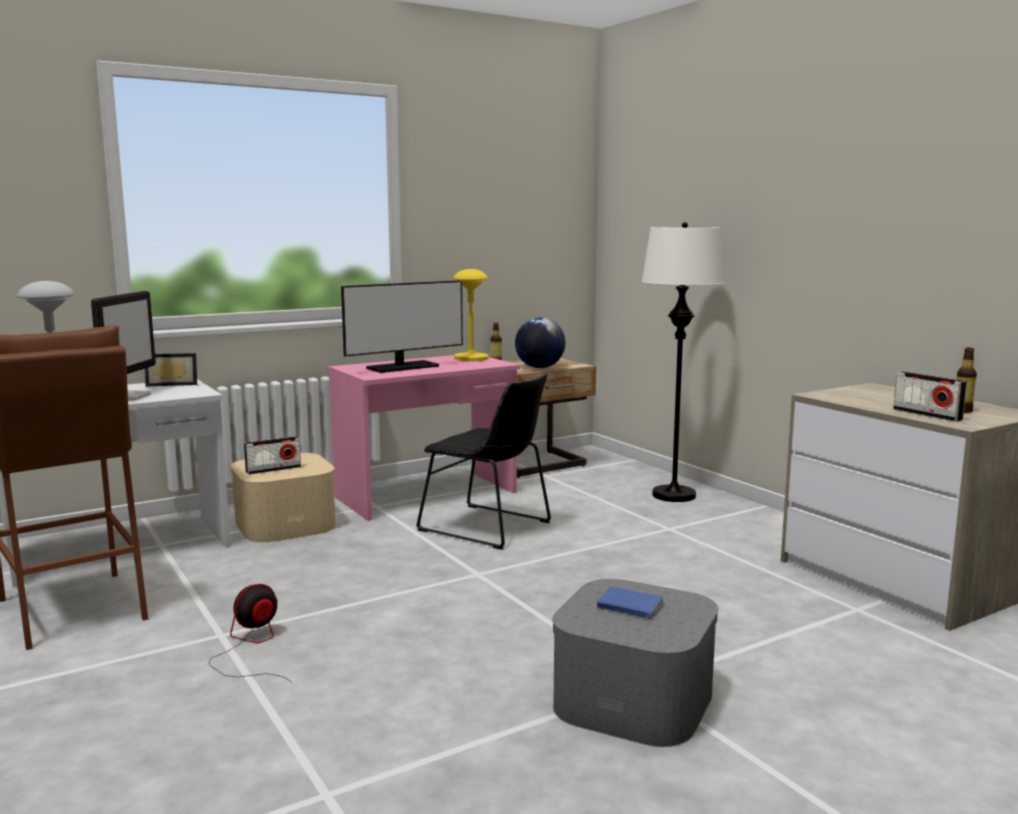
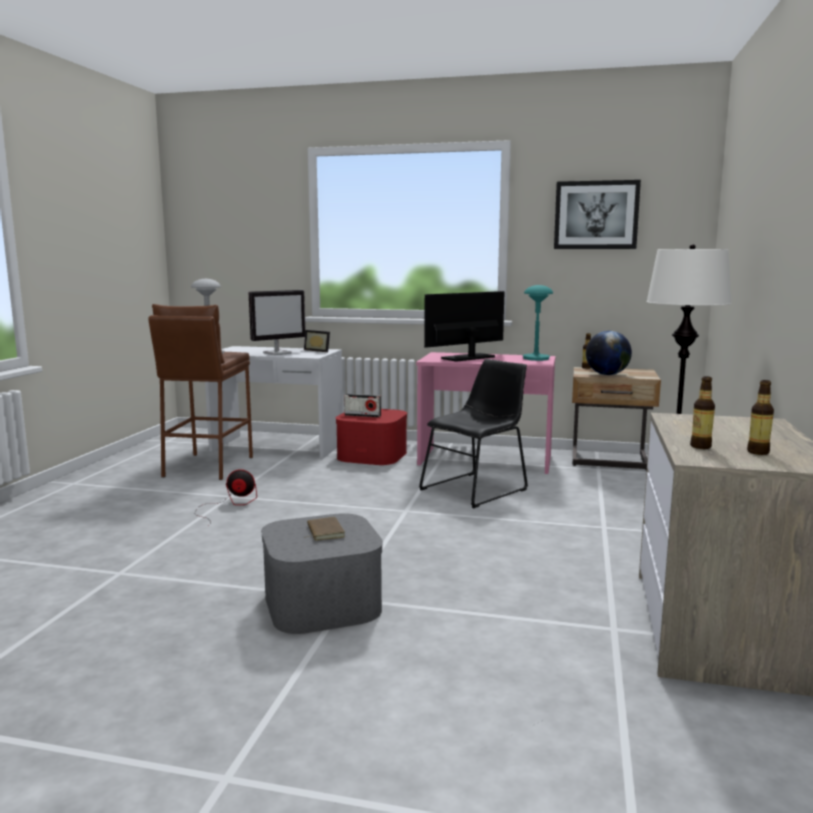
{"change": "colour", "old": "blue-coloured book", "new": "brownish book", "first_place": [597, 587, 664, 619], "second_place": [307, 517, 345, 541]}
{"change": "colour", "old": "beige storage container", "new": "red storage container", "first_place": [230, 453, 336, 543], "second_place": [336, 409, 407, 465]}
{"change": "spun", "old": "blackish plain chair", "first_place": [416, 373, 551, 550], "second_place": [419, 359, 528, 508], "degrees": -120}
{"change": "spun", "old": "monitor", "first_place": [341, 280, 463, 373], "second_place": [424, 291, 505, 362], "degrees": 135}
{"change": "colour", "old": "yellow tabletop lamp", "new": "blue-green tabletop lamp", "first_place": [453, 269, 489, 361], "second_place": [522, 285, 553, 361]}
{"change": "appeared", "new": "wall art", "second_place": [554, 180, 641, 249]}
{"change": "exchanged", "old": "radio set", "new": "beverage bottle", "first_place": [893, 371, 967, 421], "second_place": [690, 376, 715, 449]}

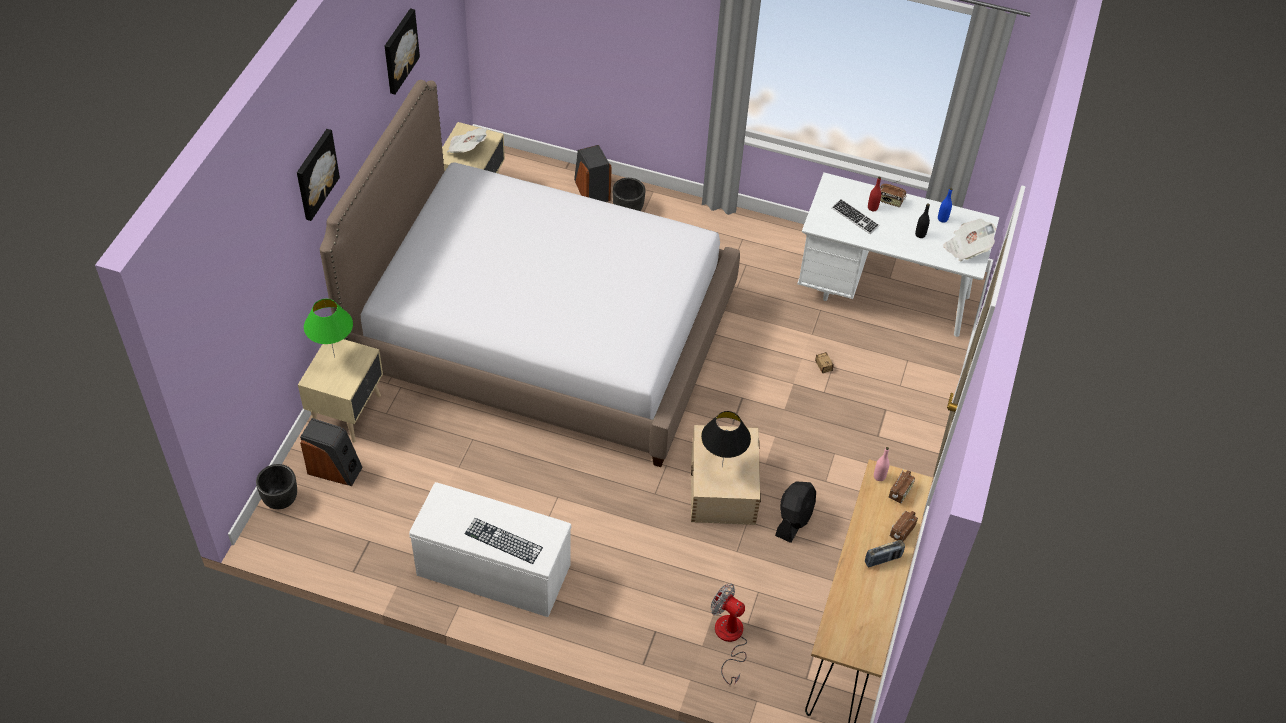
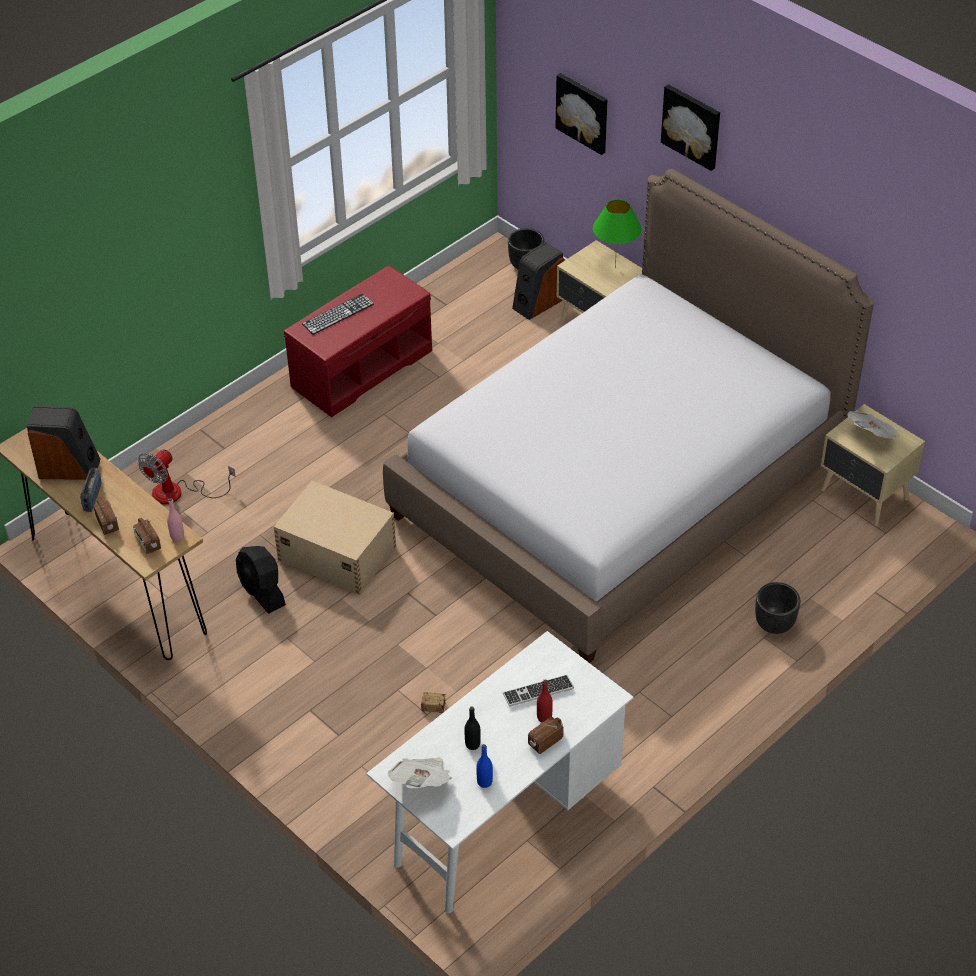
{"change": "relocated", "old": "speaker", "first_place": [574, 145, 612, 202], "second_place": [27, 406, 100, 480]}
{"change": "spun", "old": "fan", "first_place": [710, 583, 747, 685], "second_place": [138, 449, 236, 505], "degrees": 150}
{"change": "colour", "old": "whitish long seat", "new": "red long seat", "first_place": [409, 482, 571, 617], "second_place": [284, 265, 432, 417]}
{"change": "relocated", "old": "wall art", "first_place": [385, 8, 420, 95], "second_place": [555, 73, 607, 155]}
{"change": "missing", "old": "blackish tabletop lamp", "first_place": [701, 411, 751, 467]}

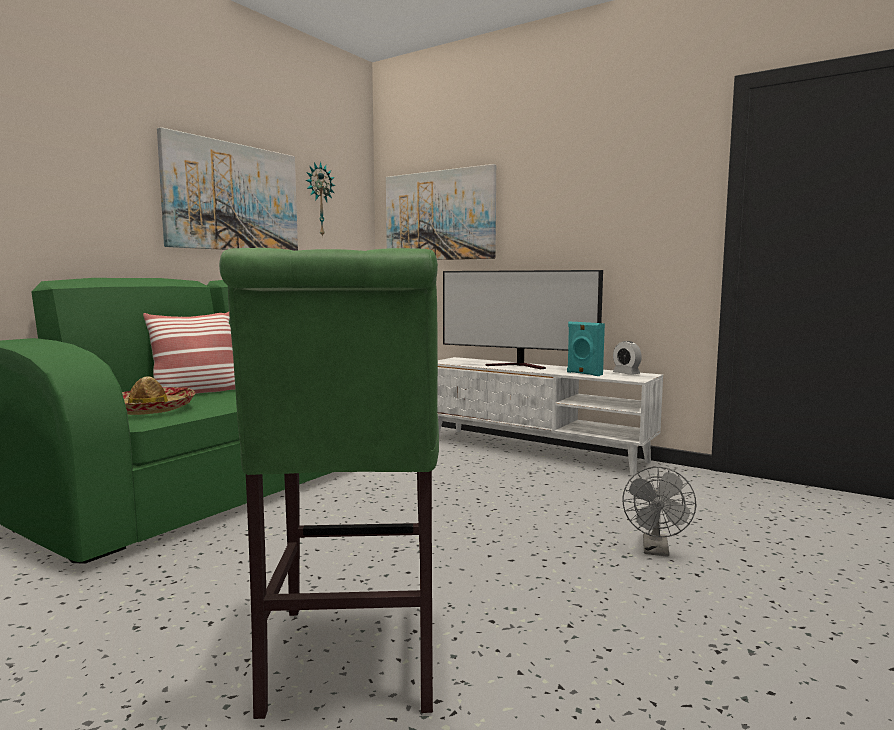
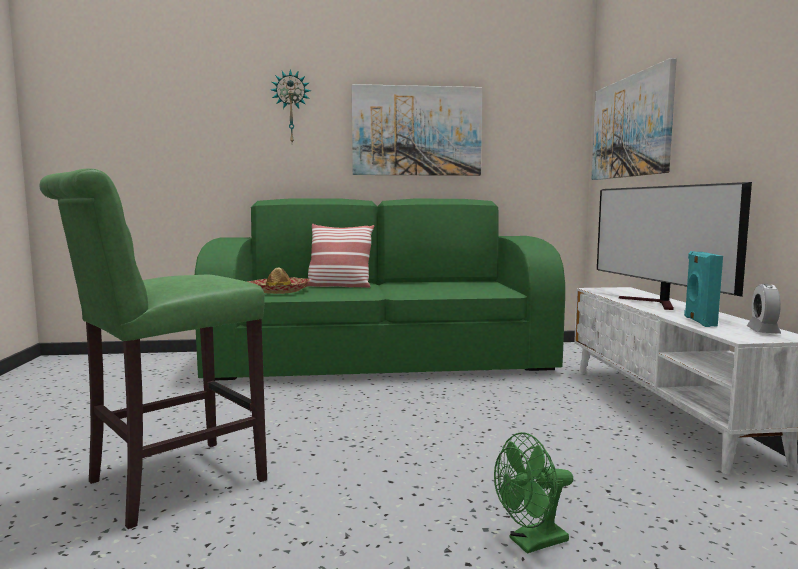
{"change": "relocated", "old": "clock on the wall", "first_place": [306, 162, 335, 237], "second_place": [271, 69, 311, 142]}
{"change": "colour", "old": "greyish fan", "new": "green fan", "first_place": [622, 467, 696, 557], "second_place": [494, 432, 573, 554]}

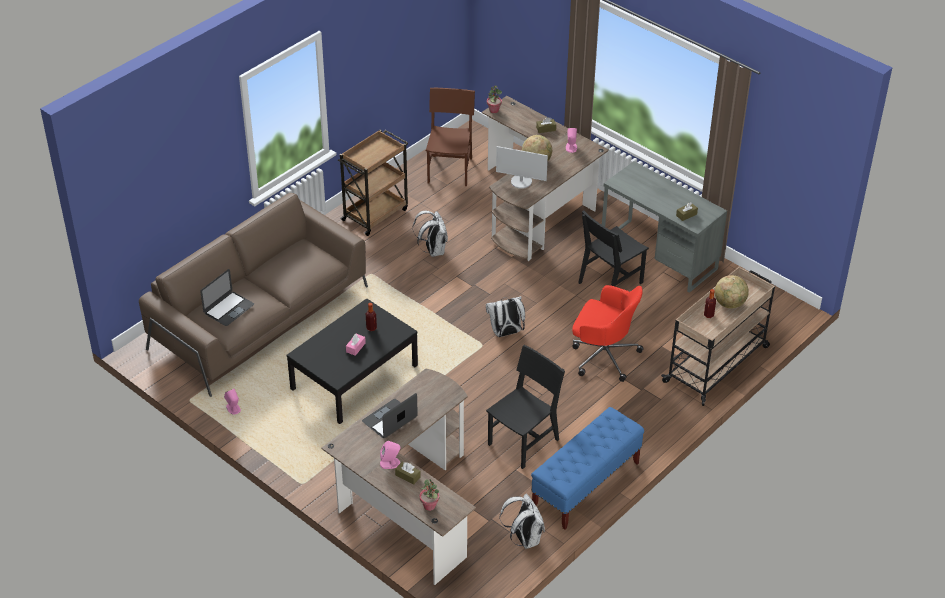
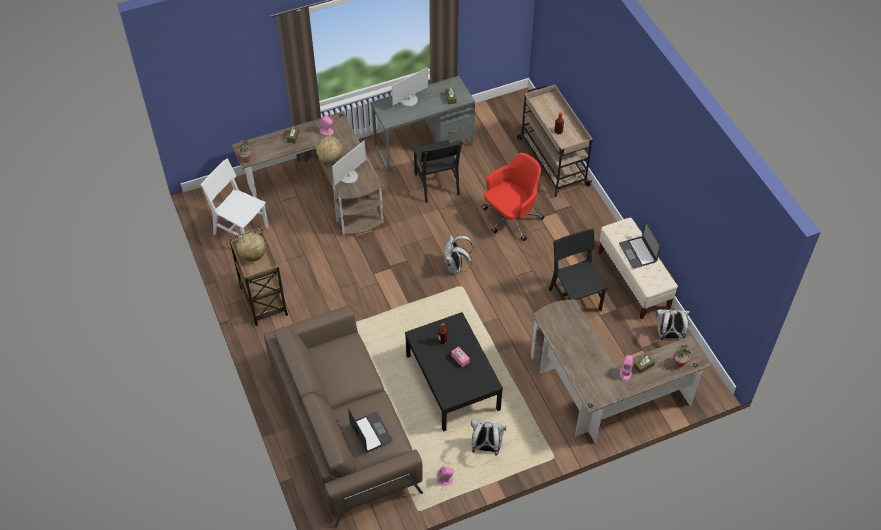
{"change": "colour", "old": "brownish plain chair", "new": "whitish plain chair", "first_place": [426, 88, 475, 186], "second_place": [201, 158, 269, 238]}
{"change": "relocated", "old": "globe", "first_place": [715, 275, 749, 309], "second_place": [237, 233, 266, 262]}
{"change": "appeared", "new": "monitor", "second_place": [392, 67, 428, 107]}
{"change": "relocated", "old": "whitish backpack", "first_place": [413, 211, 448, 257], "second_place": [471, 420, 506, 456]}
{"change": "colour", "old": "blue-coloured long seat", "new": "beige long seat", "first_place": [531, 407, 644, 530], "second_place": [598, 218, 678, 319]}
{"change": "relocated", "old": "portable computer", "first_place": [362, 393, 418, 438], "second_place": [619, 221, 661, 269]}

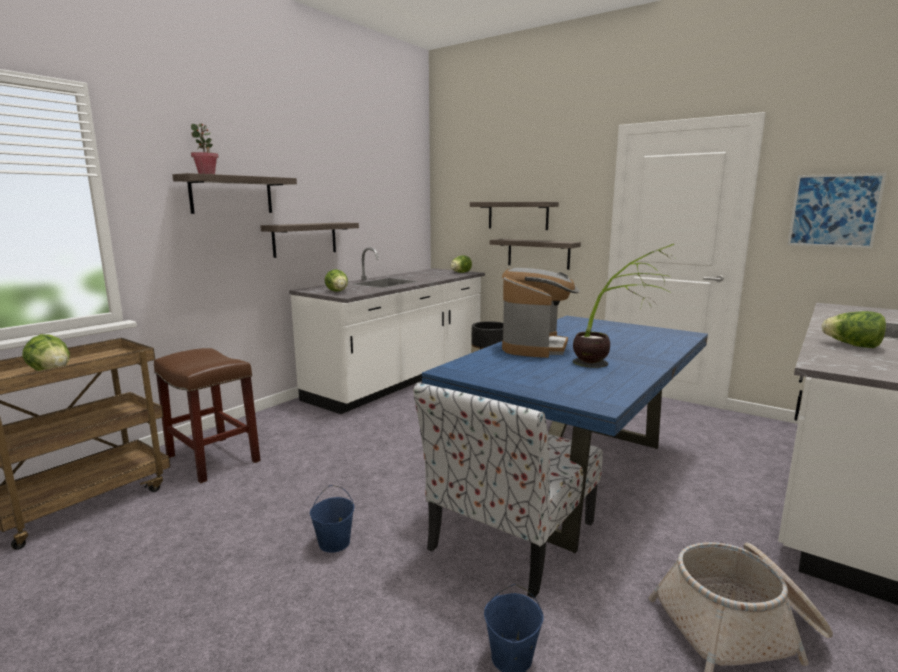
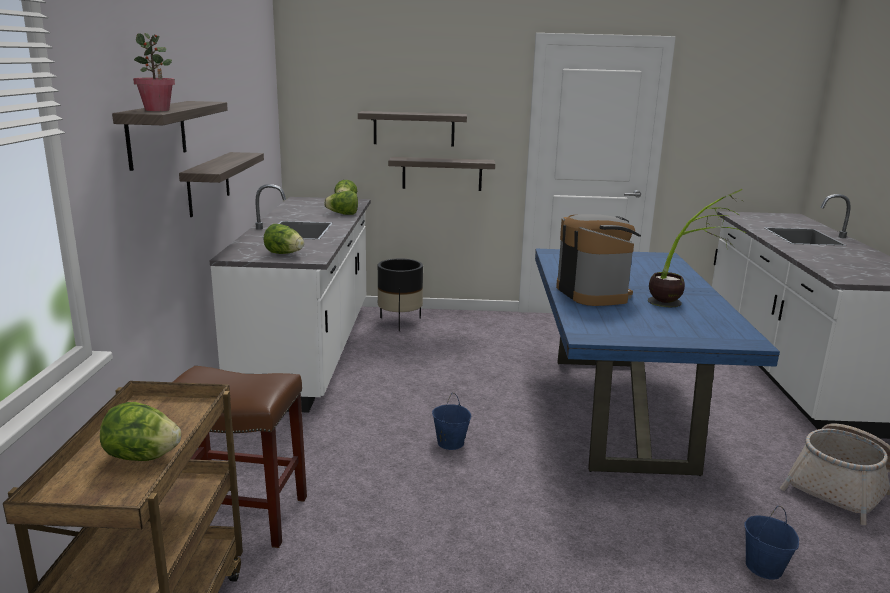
{"change": "relocated", "old": "lettuce head", "first_place": [822, 311, 886, 348], "second_place": [324, 191, 358, 215]}
{"change": "relocated", "old": "blue-coloured bucket", "first_place": [310, 485, 354, 553], "second_place": [432, 393, 471, 450]}
{"change": "missing", "old": "plain chair", "first_place": [413, 382, 603, 598]}
{"change": "missing", "old": "wall art", "first_place": [787, 173, 886, 248]}

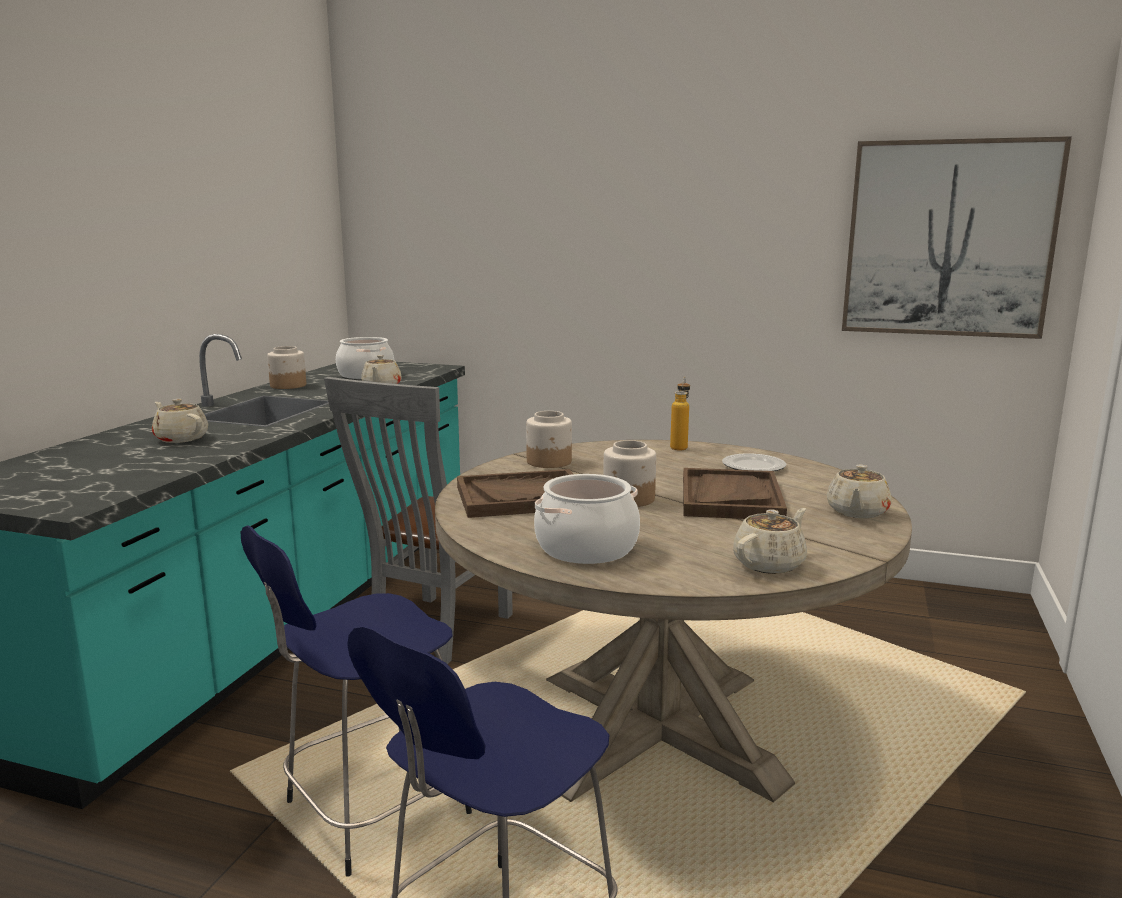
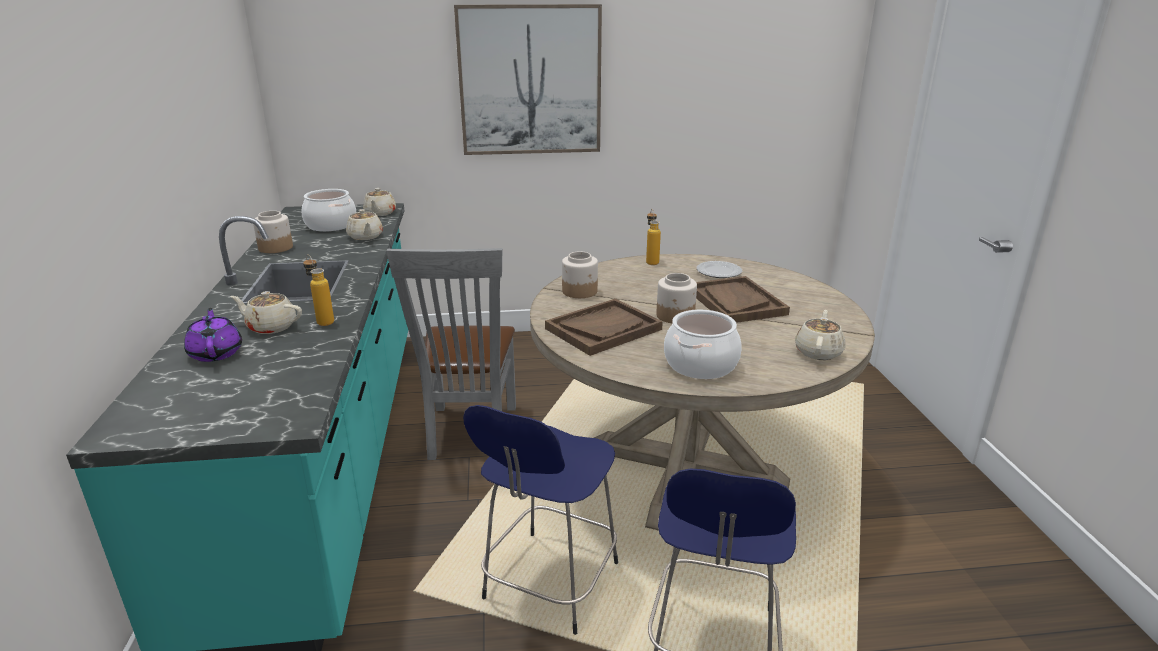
{"change": "appeared", "new": "purple pot for tea", "second_place": [184, 308, 242, 362]}
{"change": "appeared", "new": "beverage bottle", "second_place": [303, 254, 334, 326]}
{"change": "relocated", "old": "beige pot for tea", "first_place": [827, 465, 892, 518], "second_place": [363, 188, 396, 216]}
{"change": "relocated", "old": "wall art", "first_place": [842, 136, 1072, 339], "second_place": [454, 4, 602, 155]}

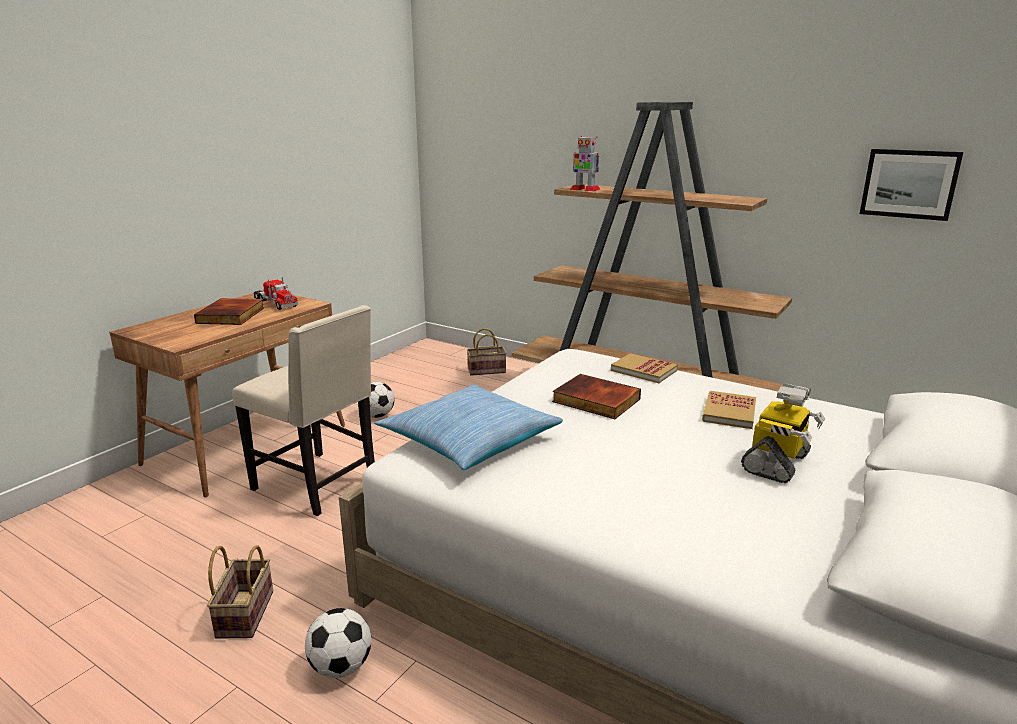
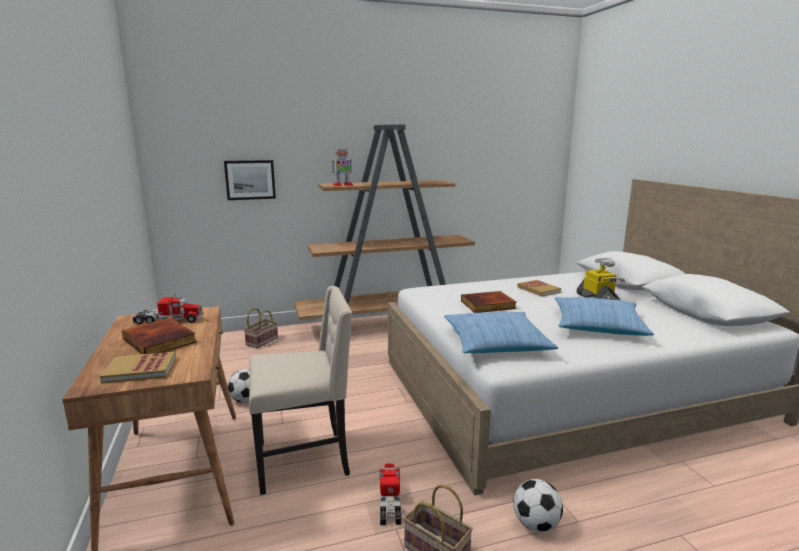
{"change": "relocated", "old": "book", "first_place": [611, 353, 678, 383], "second_place": [100, 352, 176, 384]}
{"change": "relocated", "old": "wall art", "first_place": [860, 149, 963, 221], "second_place": [224, 160, 276, 200]}
{"change": "appeared", "new": "toy lorry", "second_place": [380, 463, 401, 525]}
{"change": "appeared", "new": "pillow", "second_place": [555, 297, 654, 336]}

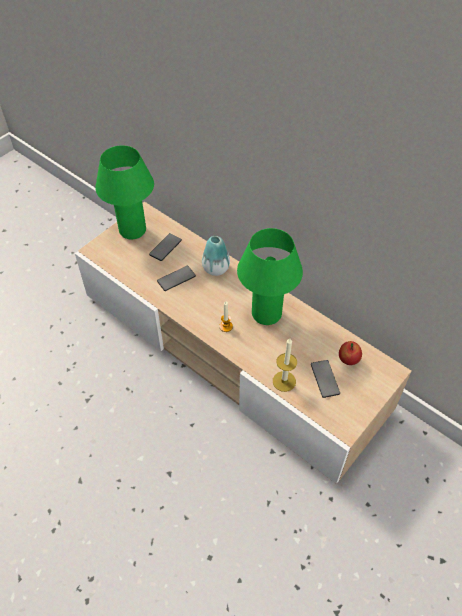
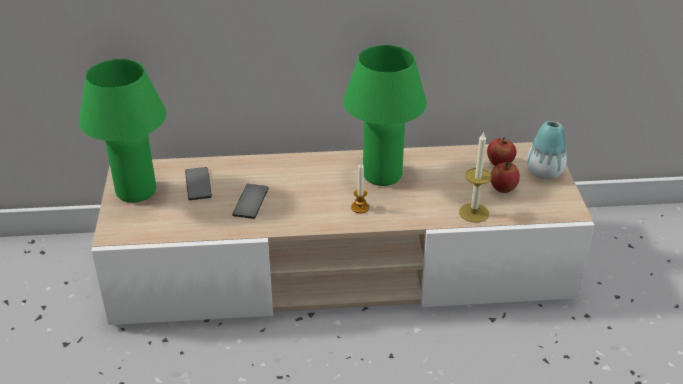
{"change": "exchanged", "old": "phone", "new": "whole apple", "first_place": [311, 360, 340, 398], "second_place": [490, 162, 520, 193]}
{"change": "relocated", "old": "decorative vase", "first_place": [202, 236, 230, 276], "second_place": [527, 121, 567, 180]}

